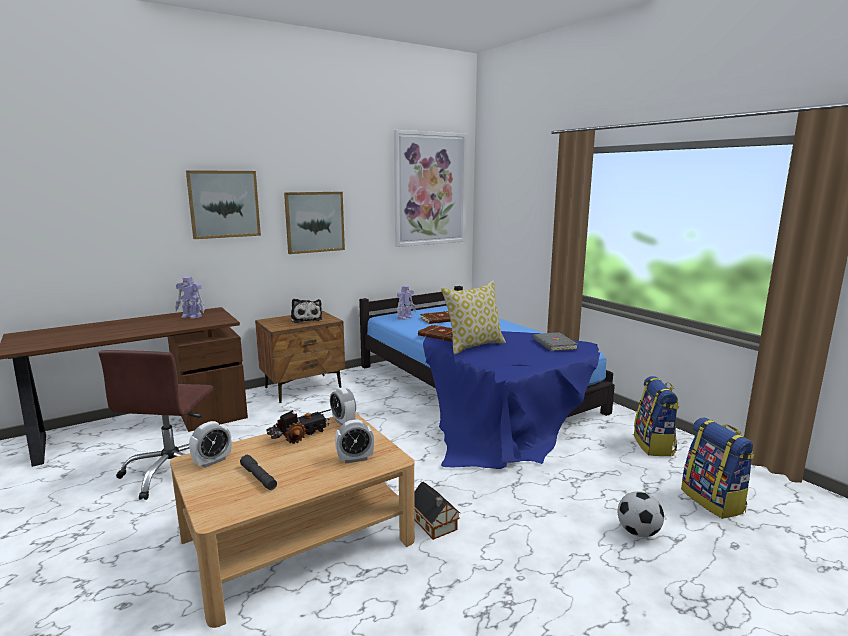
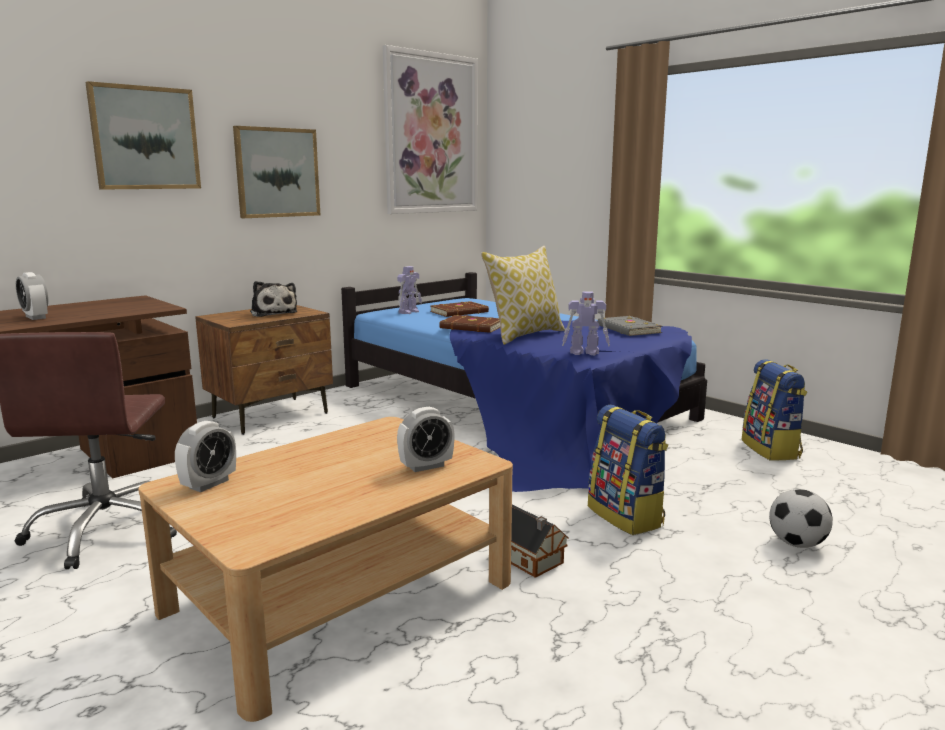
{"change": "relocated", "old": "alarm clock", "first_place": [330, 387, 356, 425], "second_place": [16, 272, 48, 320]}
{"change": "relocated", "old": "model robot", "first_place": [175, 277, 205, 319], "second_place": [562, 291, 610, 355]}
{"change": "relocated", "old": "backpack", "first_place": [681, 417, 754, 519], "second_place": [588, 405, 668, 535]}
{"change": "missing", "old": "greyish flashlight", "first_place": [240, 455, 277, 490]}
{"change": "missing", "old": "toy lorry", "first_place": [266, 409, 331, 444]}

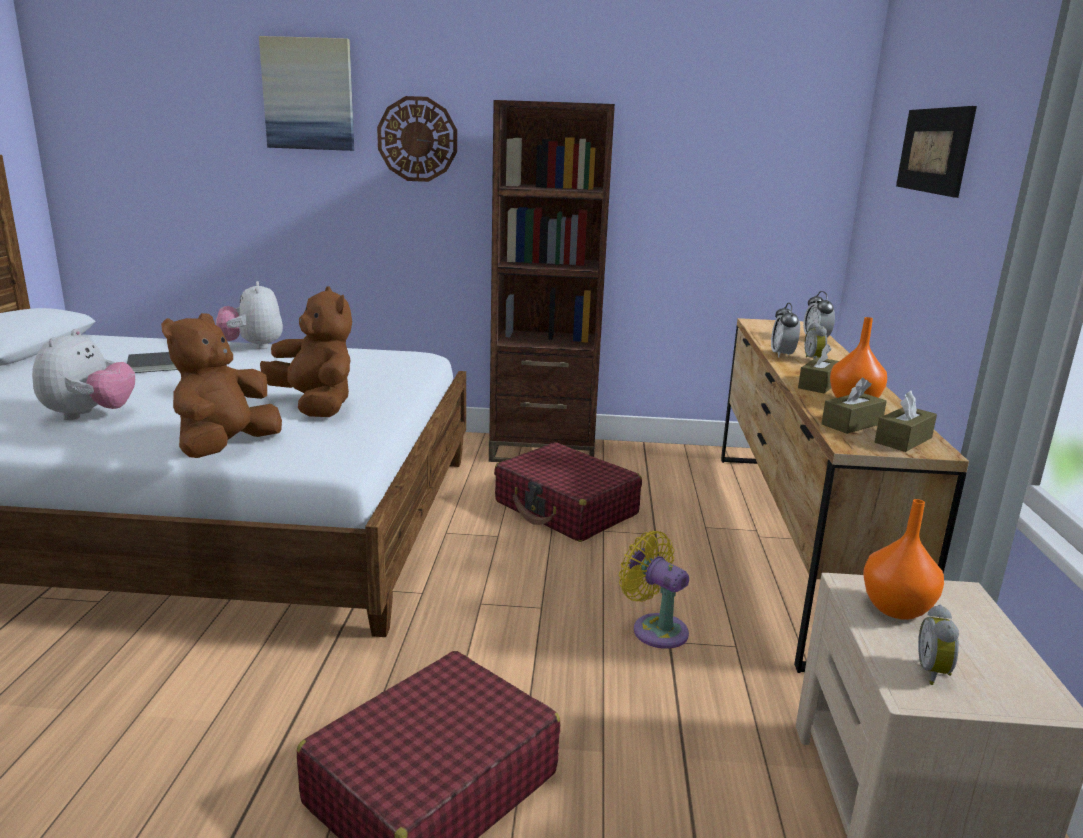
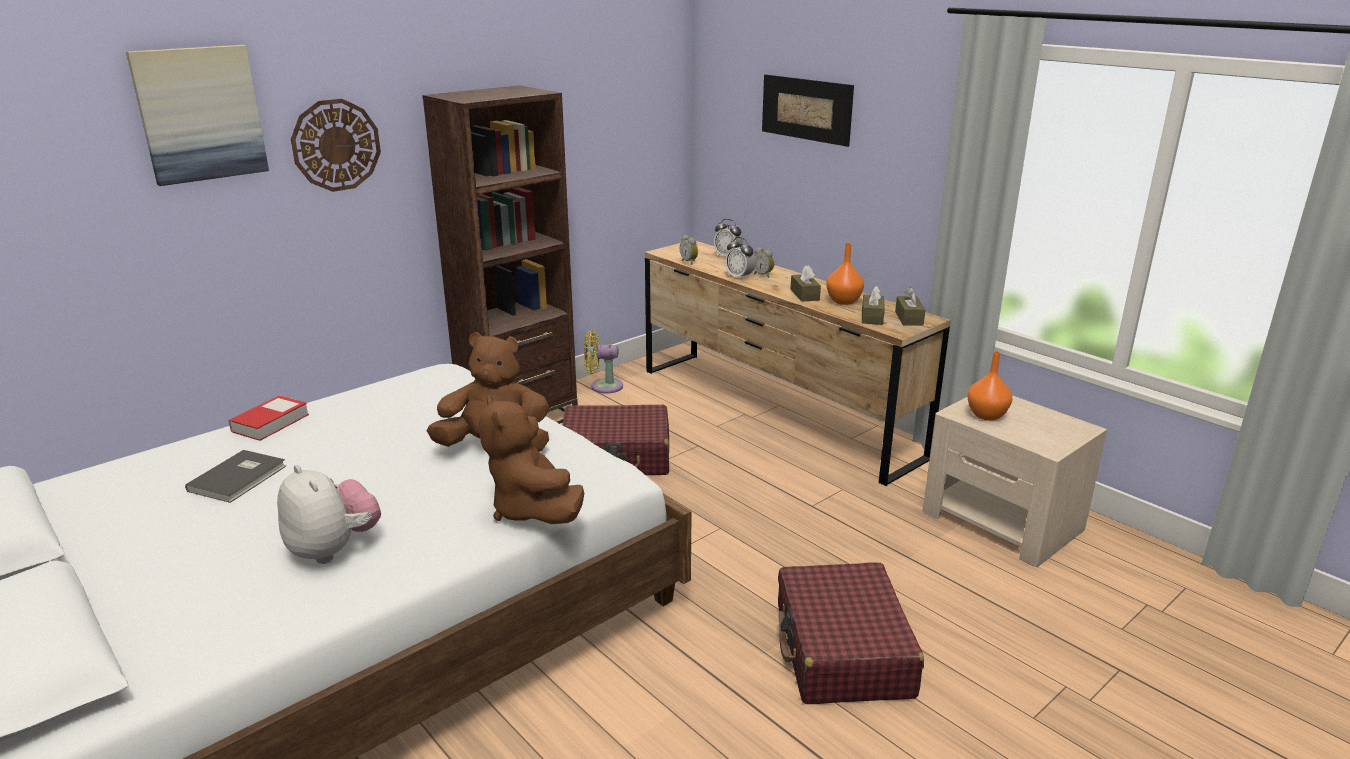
{"change": "exchanged", "old": "plush toy", "new": "book", "first_place": [216, 281, 283, 349], "second_place": [229, 395, 309, 441]}
{"change": "relocated", "old": "yellow fan", "first_place": [619, 531, 689, 649], "second_place": [584, 331, 623, 394]}
{"change": "relocated", "old": "alarm clock", "first_place": [918, 605, 959, 685], "second_place": [680, 235, 698, 265]}

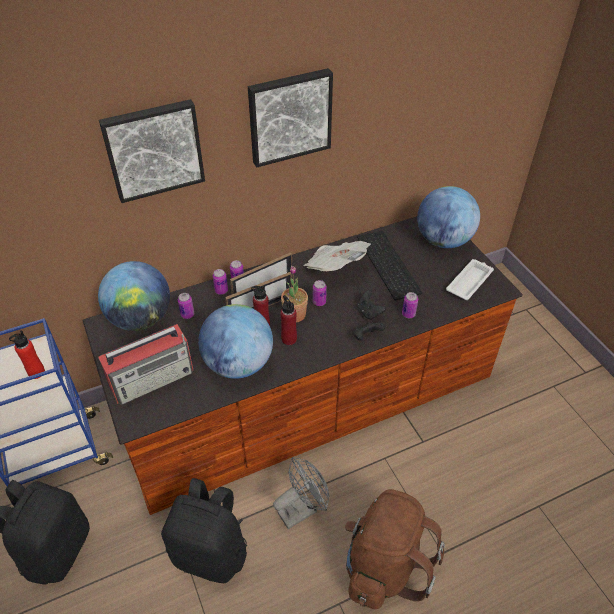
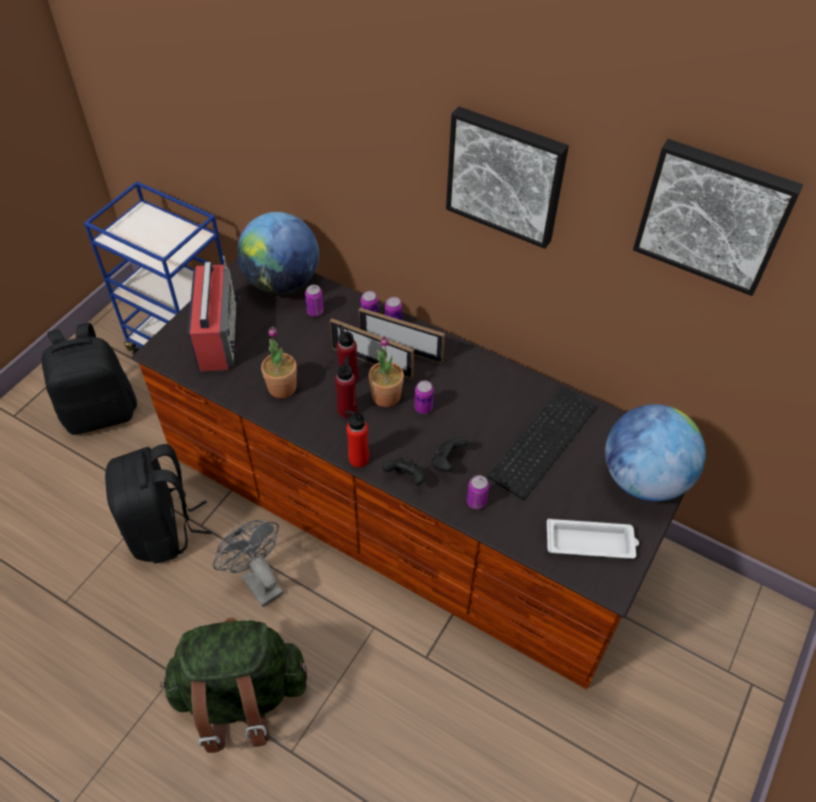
{"change": "colour", "old": "brownish backpack", "new": "green backpack", "first_place": [345, 489, 445, 609], "second_place": [160, 617, 307, 753]}
{"change": "spun", "old": "radio set", "first_place": [98, 324, 193, 405], "second_place": [187, 256, 240, 371], "degrees": -120}
{"change": "spun", "old": "greyish fan", "first_place": [273, 457, 330, 529], "second_place": [213, 520, 283, 607], "degrees": -150}
{"change": "exchanged", "old": "globe", "new": "plant in a pot", "first_place": [198, 304, 273, 379], "second_place": [261, 327, 297, 398]}
{"change": "relocated", "old": "red beverage bottle", "first_place": [9, 330, 45, 379], "second_place": [345, 411, 369, 467]}
{"change": "relocated", "old": "wall art", "first_place": [99, 99, 205, 203], "second_place": [633, 139, 803, 296]}
{"change": "missing", "old": "daily paper", "first_place": [304, 241, 371, 271]}

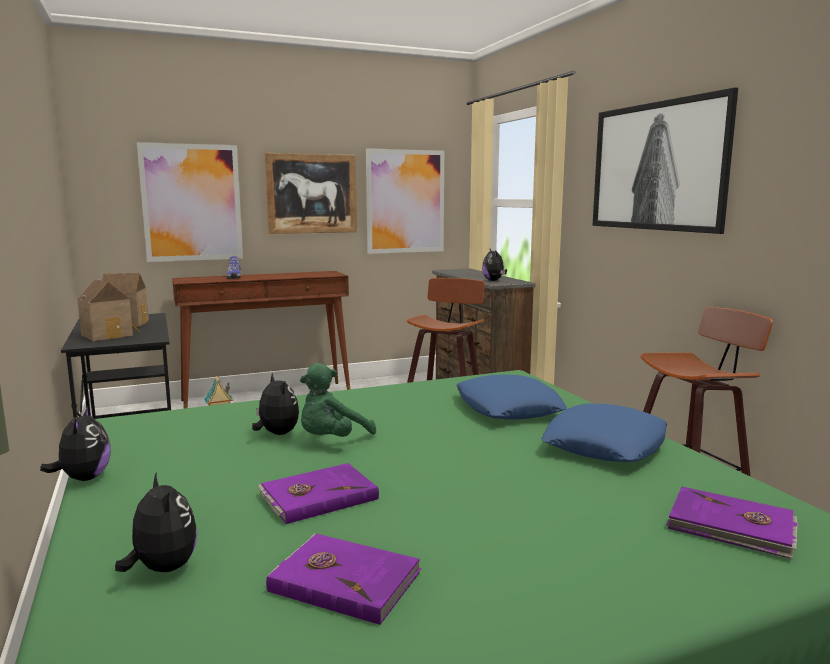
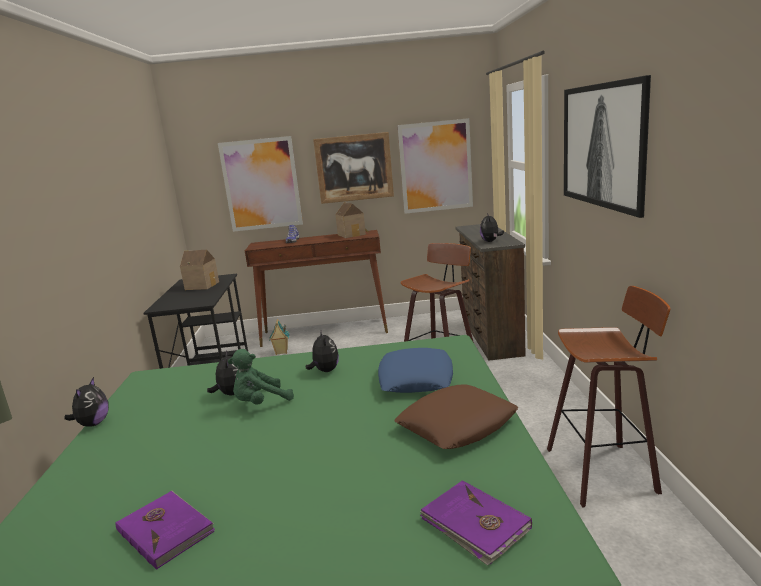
{"change": "relocated", "old": "plush toy", "first_place": [115, 472, 198, 572], "second_place": [306, 330, 339, 372]}
{"change": "relocated", "old": "miniature house", "first_place": [77, 279, 140, 341], "second_place": [335, 202, 369, 238]}
{"change": "colour", "old": "blue-coloured pillow", "new": "brownish pillow", "first_place": [541, 403, 667, 462], "second_place": [394, 384, 518, 449]}
{"change": "missing", "old": "purple book", "first_place": [258, 463, 379, 524]}

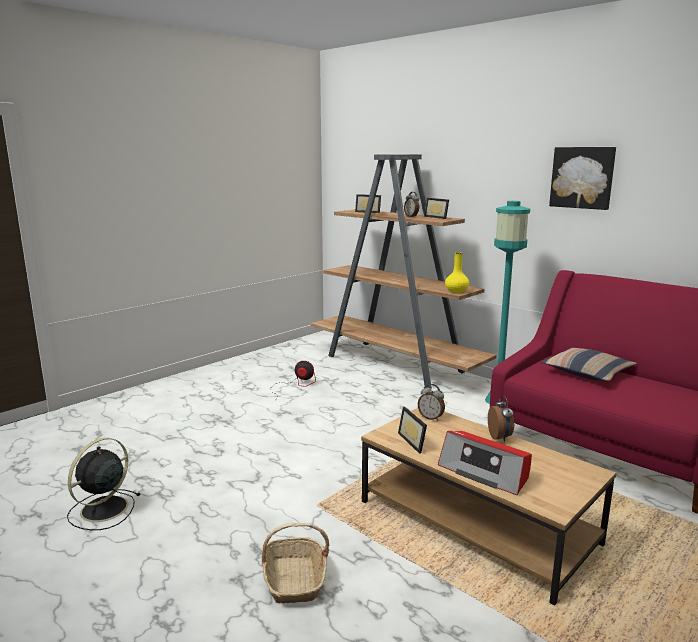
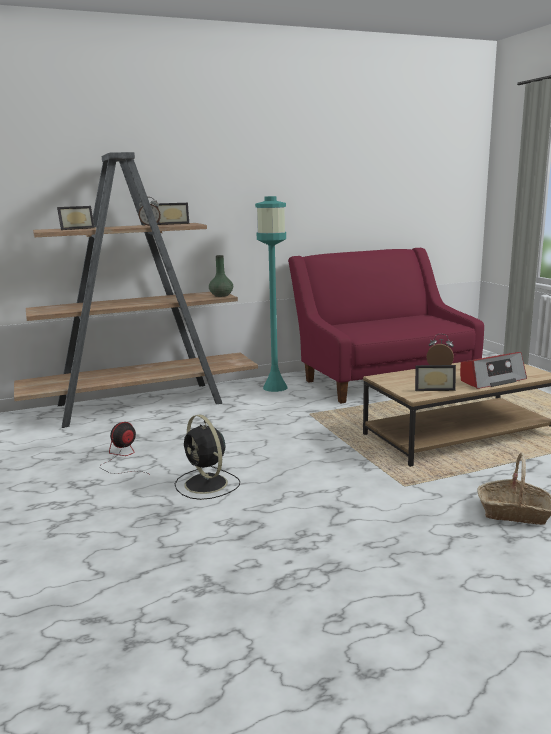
{"change": "relocated", "old": "blackish fan", "first_place": [67, 438, 141, 530], "second_place": [175, 414, 240, 500]}
{"change": "colour", "old": "yellow decorative vase", "new": "green decorative vase", "first_place": [445, 252, 469, 293], "second_place": [209, 255, 233, 297]}
{"change": "missing", "old": "alarm clock", "first_place": [418, 384, 445, 421]}
{"change": "missing", "old": "pillow", "first_place": [541, 347, 637, 382]}
{"change": "missing", "old": "wall art", "first_place": [549, 147, 616, 210]}

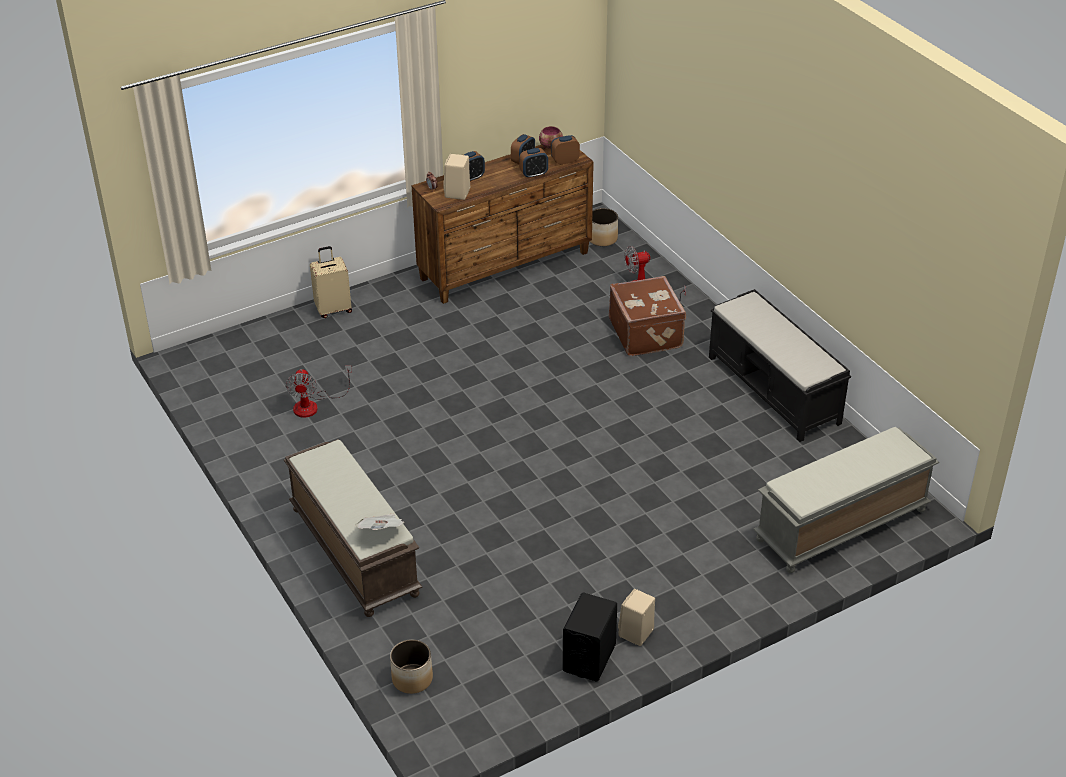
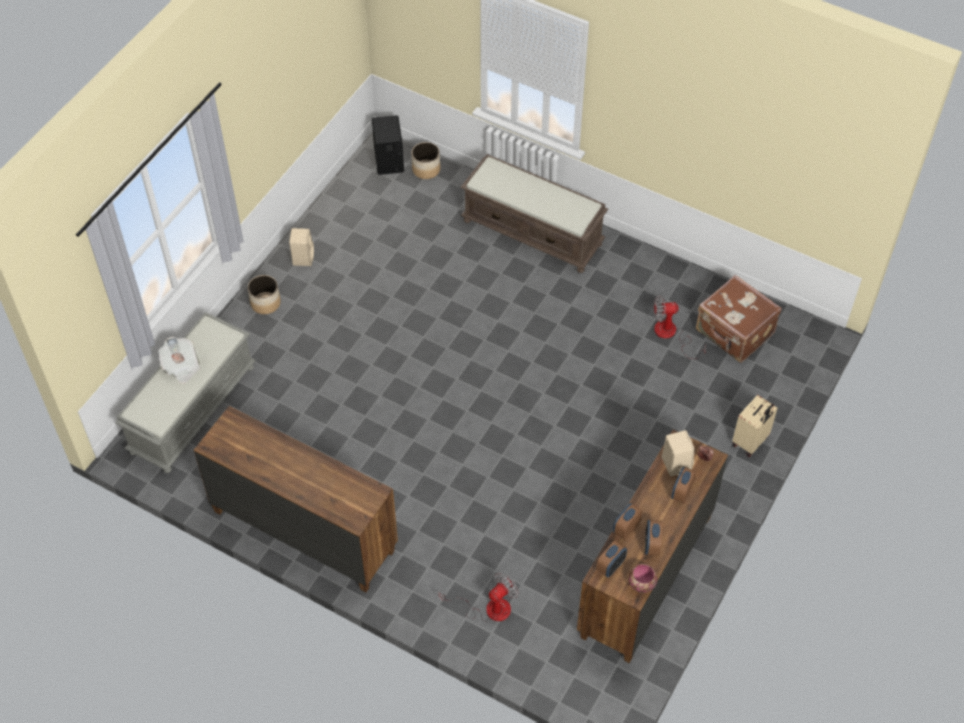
{"change": "relocated", "old": "daily paper", "first_place": [355, 514, 405, 530], "second_place": [158, 336, 201, 384]}
{"change": "exchanged", "old": "blackish long seat", "new": "brownish drawer chest", "first_place": [709, 289, 851, 442], "second_place": [194, 406, 398, 592]}
{"change": "relocated", "old": "plant pot", "first_place": [590, 208, 618, 246], "second_place": [248, 275, 281, 314]}
{"change": "relocated", "old": "blackish speaker", "first_place": [563, 592, 617, 682], "second_place": [372, 115, 404, 175]}
{"change": "spun", "old": "fan", "first_place": [285, 365, 352, 418], "second_place": [654, 295, 706, 359], "degrees": -60}
{"change": "relocated", "old": "brownish travel case", "first_place": [609, 276, 686, 356], "second_place": [696, 275, 782, 363]}

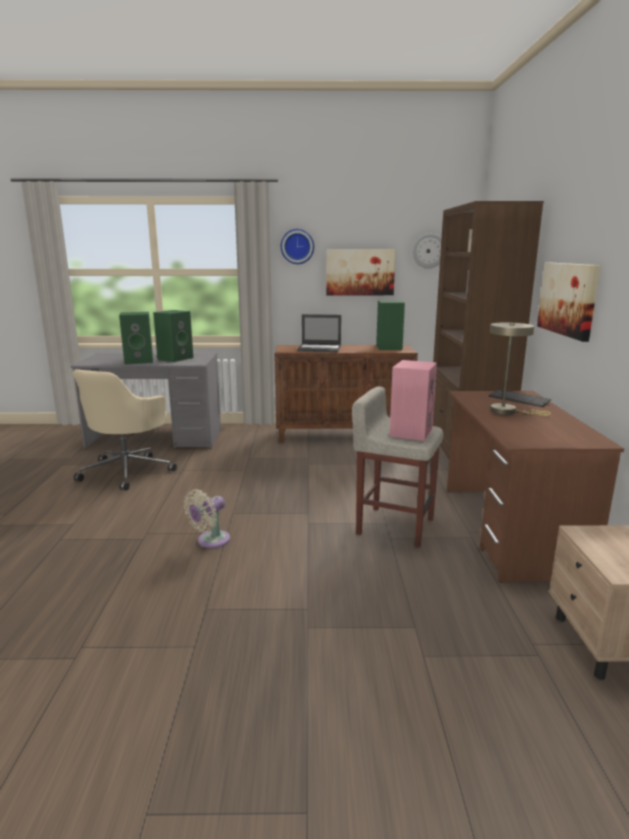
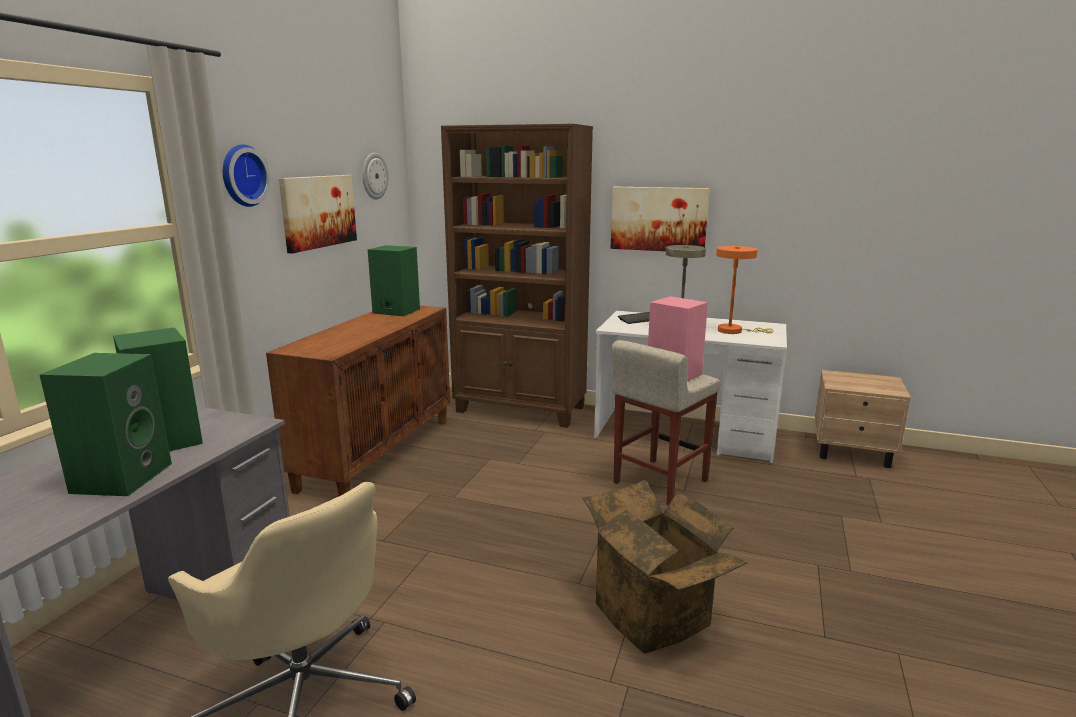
{"change": "exchanged", "old": "beige fan", "new": "packing box", "first_place": [184, 489, 230, 548], "second_place": [582, 479, 747, 653]}
{"change": "colour", "old": "brownish desk", "new": "whitish desk", "first_place": [447, 391, 624, 582], "second_place": [594, 311, 787, 463]}
{"change": "appeared", "new": "orange-coloured tabletop lamp", "second_place": [716, 246, 774, 334]}
{"change": "missing", "old": "portable computer", "first_place": [297, 314, 341, 352]}

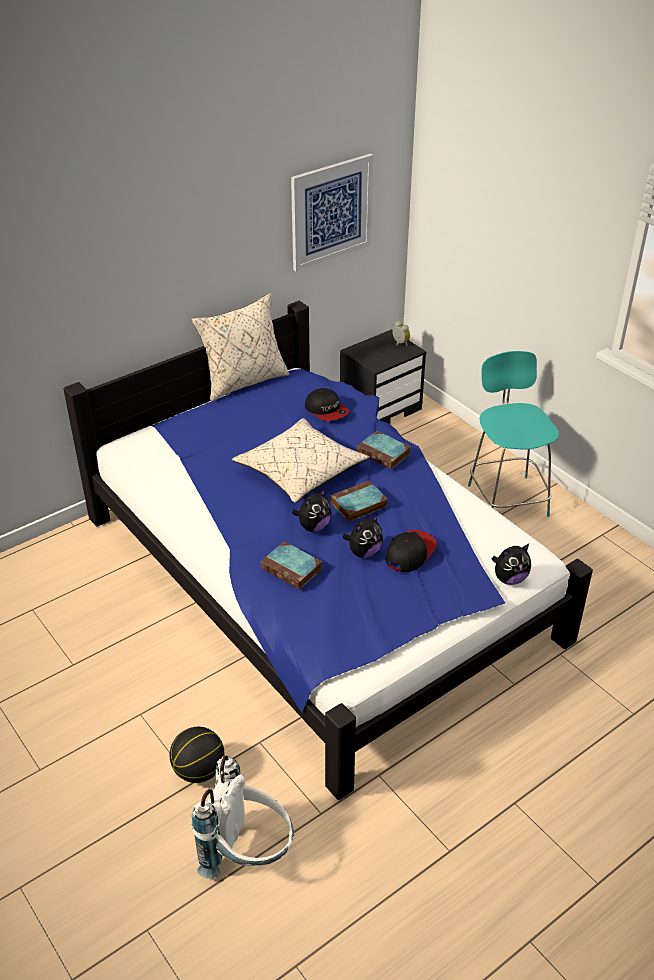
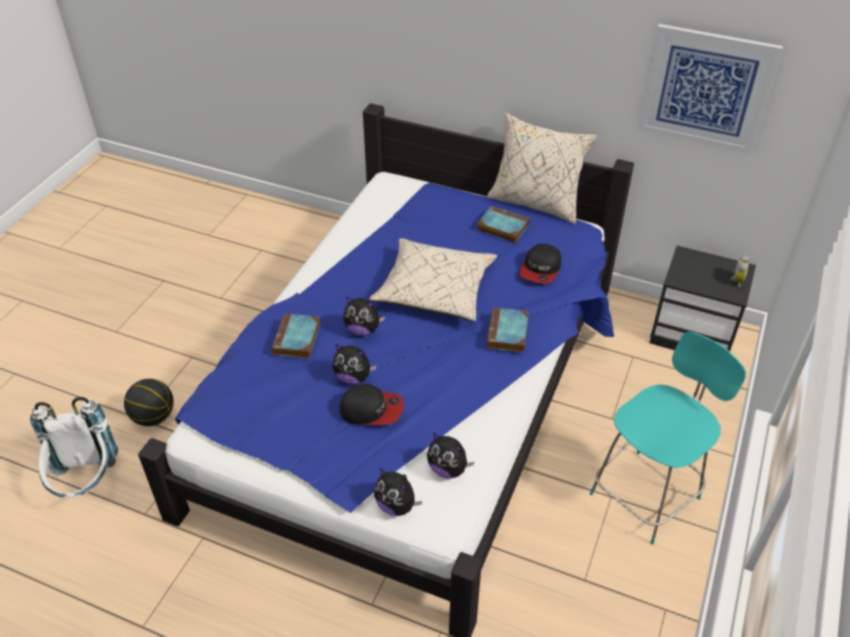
{"change": "appeared", "new": "plush toy", "second_place": [427, 433, 474, 478]}
{"change": "relocated", "old": "book", "first_place": [330, 481, 387, 522], "second_place": [477, 206, 530, 243]}

